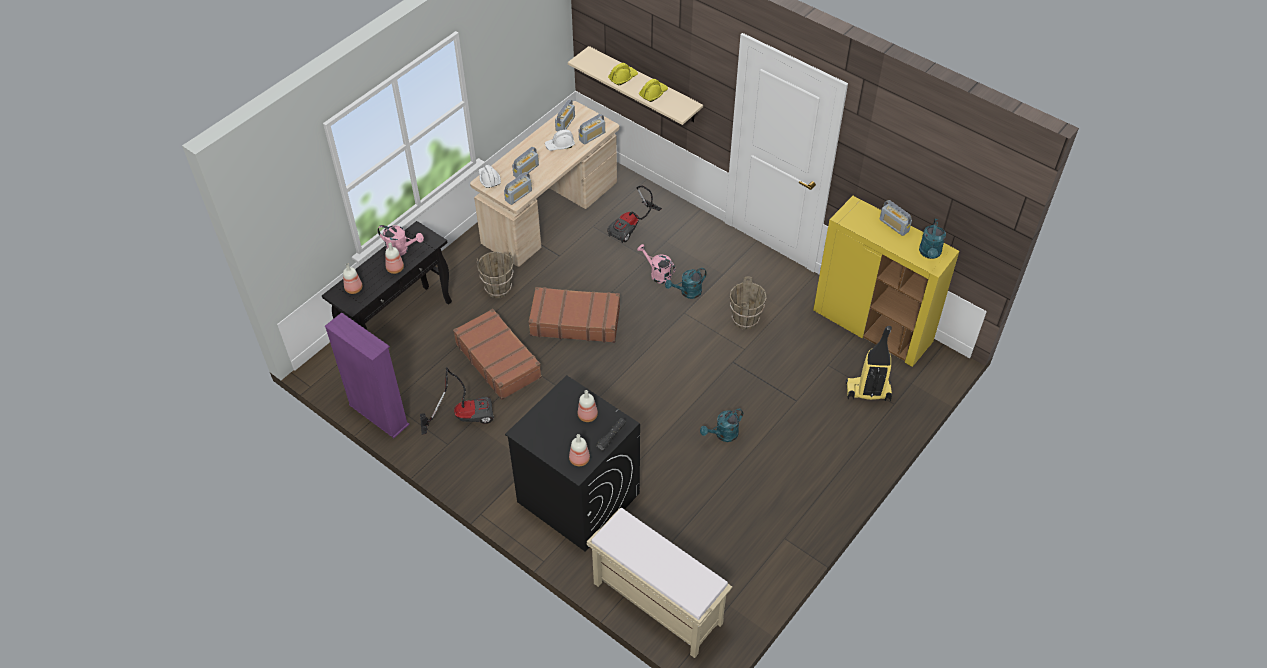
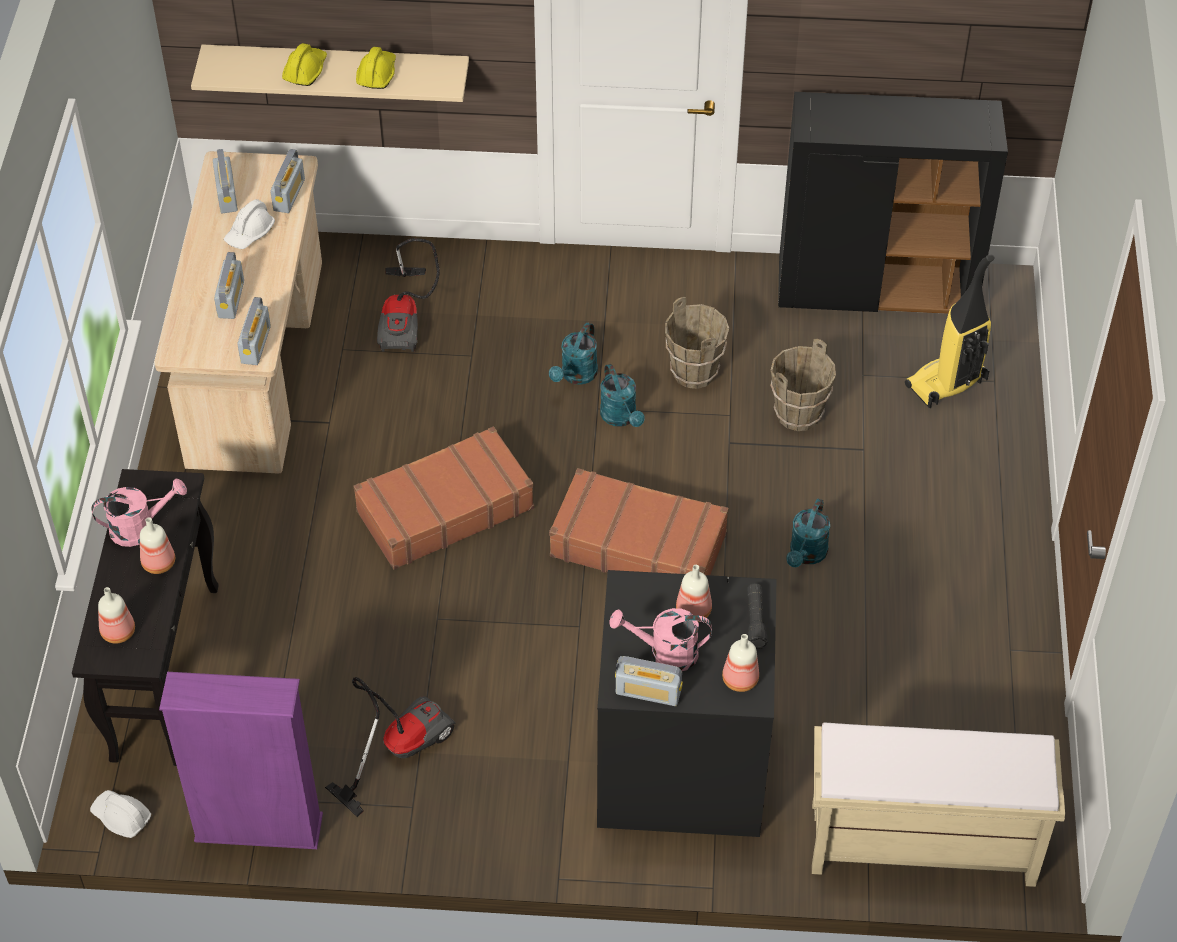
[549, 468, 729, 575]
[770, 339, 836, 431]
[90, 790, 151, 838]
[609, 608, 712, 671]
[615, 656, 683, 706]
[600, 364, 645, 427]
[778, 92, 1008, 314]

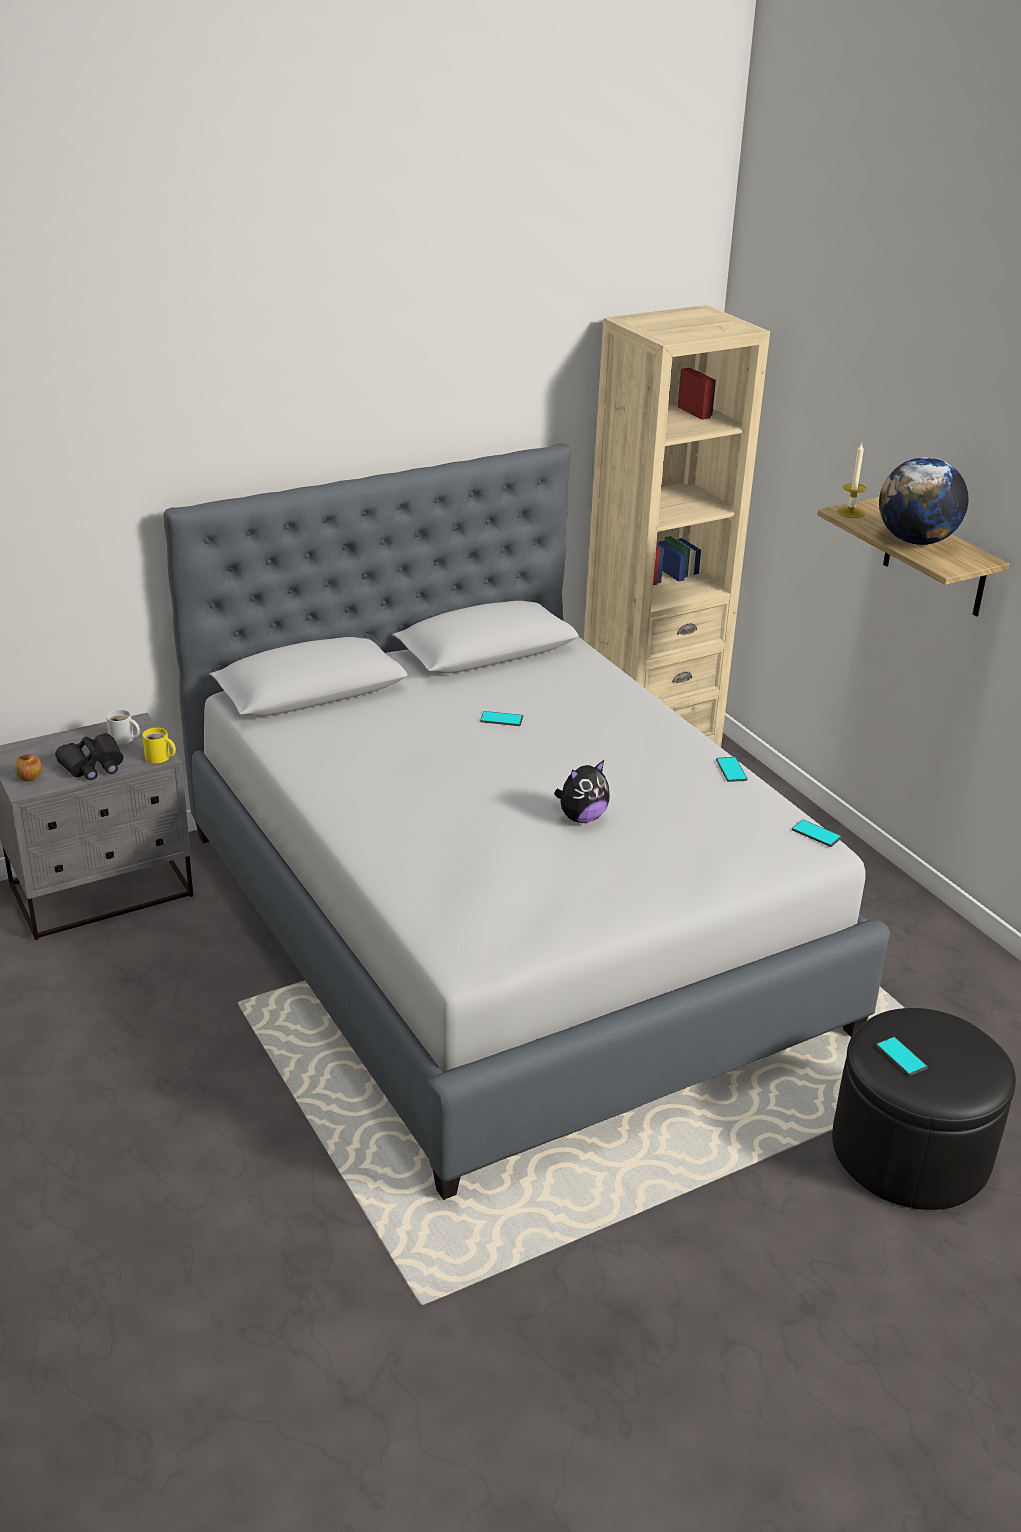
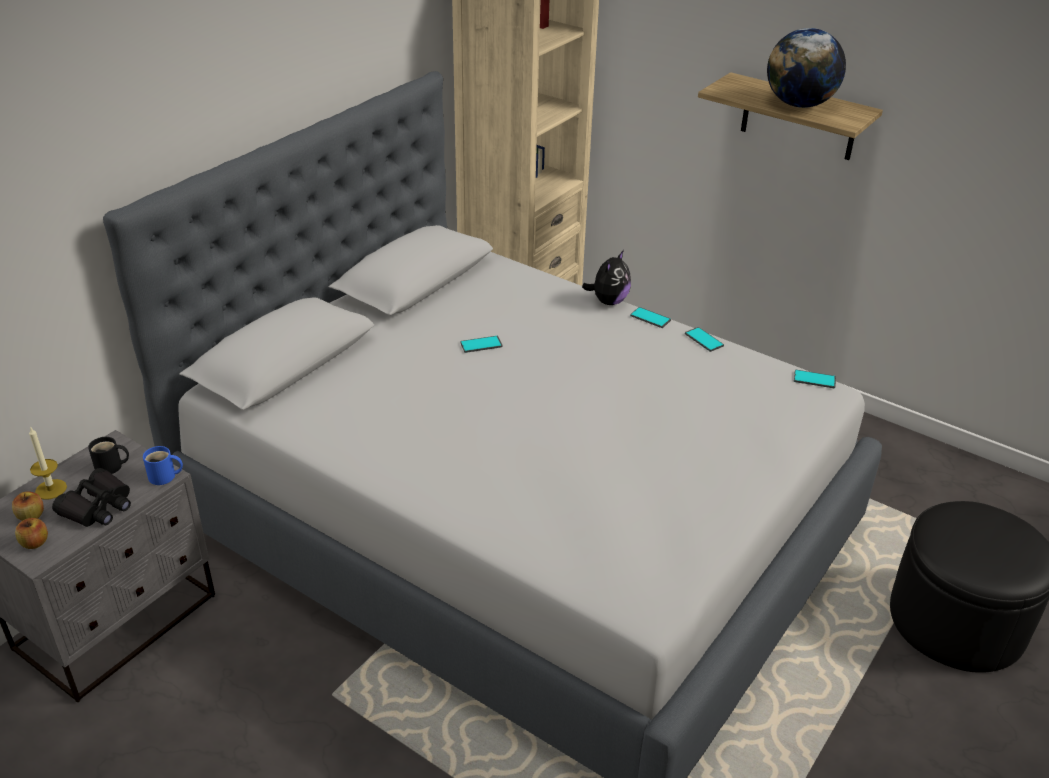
[12, 491, 44, 521]
[582, 250, 631, 305]
[29, 426, 67, 500]
[630, 307, 671, 328]
[88, 437, 129, 474]
[143, 446, 183, 485]

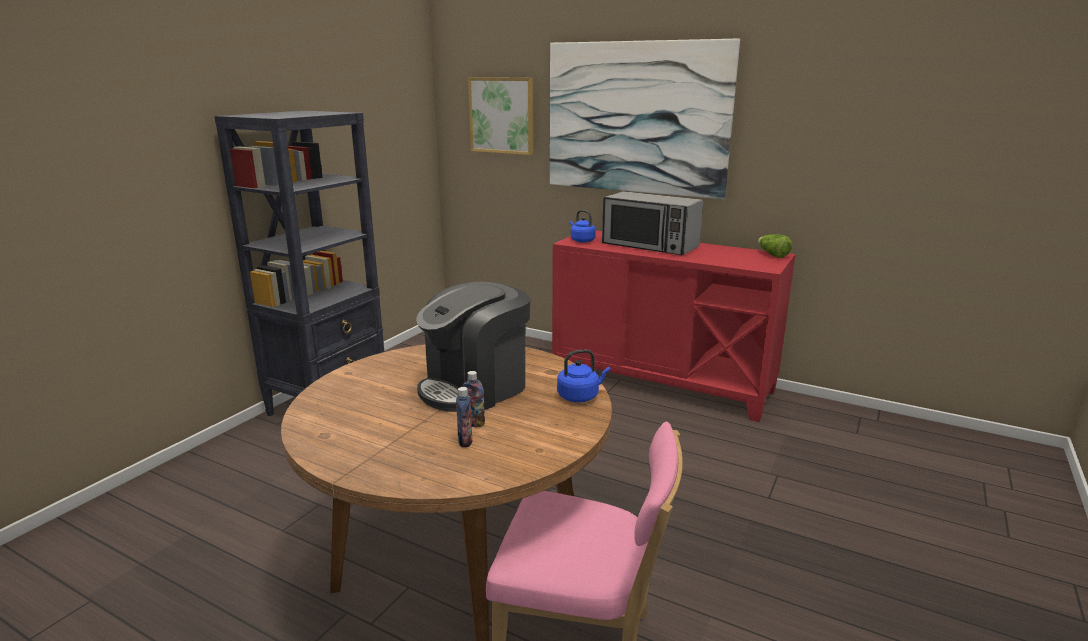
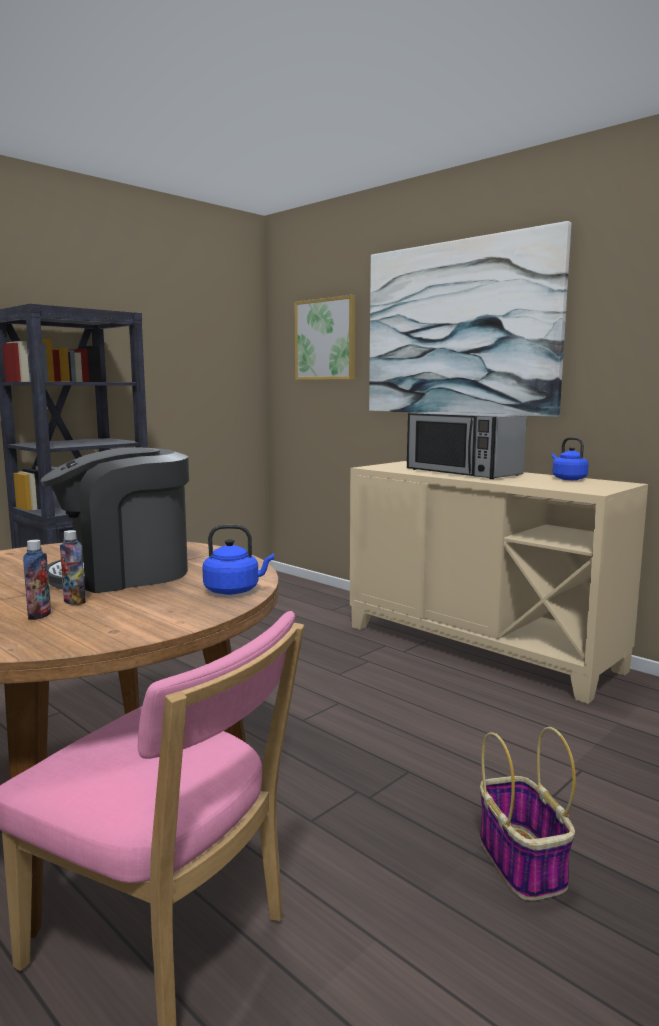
[758, 234, 792, 258] (first image)
[480, 727, 576, 901]
[552, 437, 589, 480]
[350, 461, 648, 704]

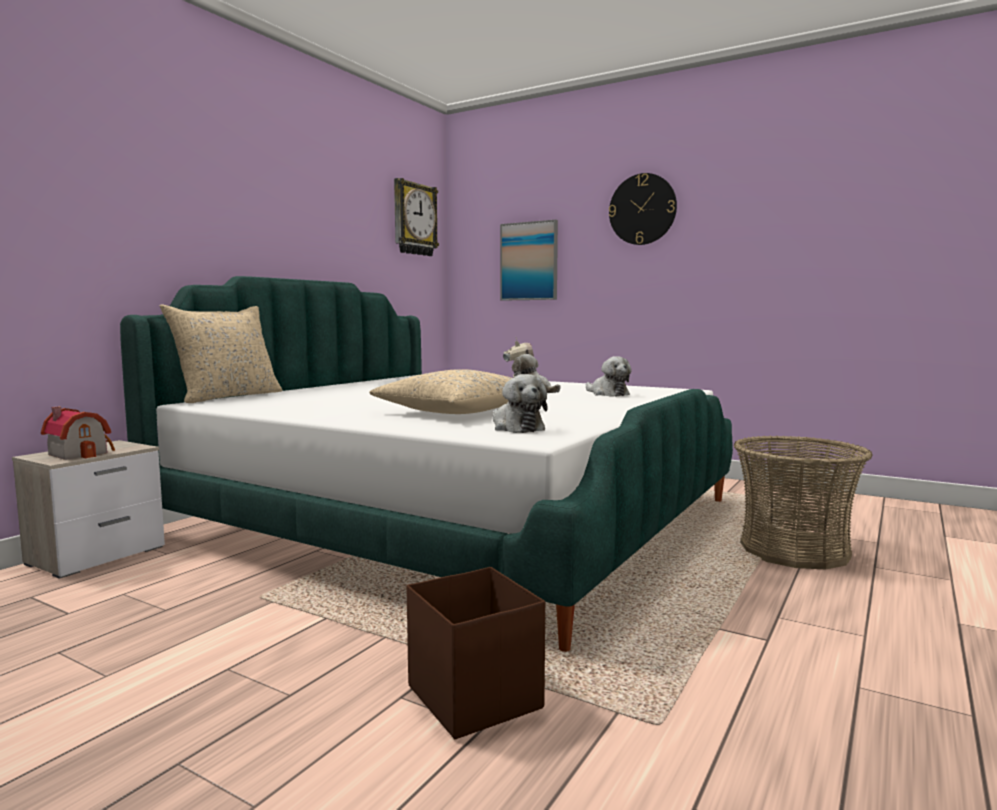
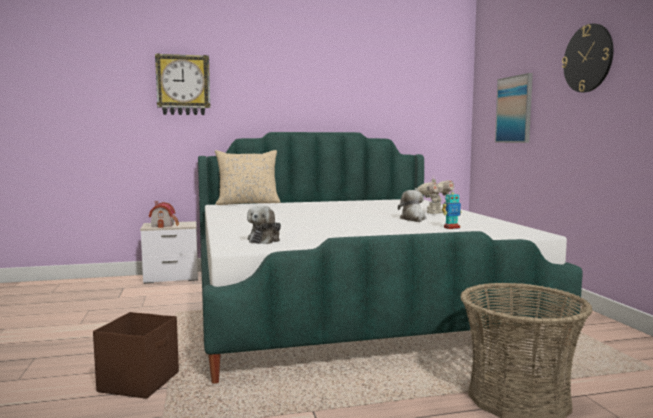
[370, 369, 512, 414] (first image)
[155, 53, 210, 115]
[442, 189, 462, 229]

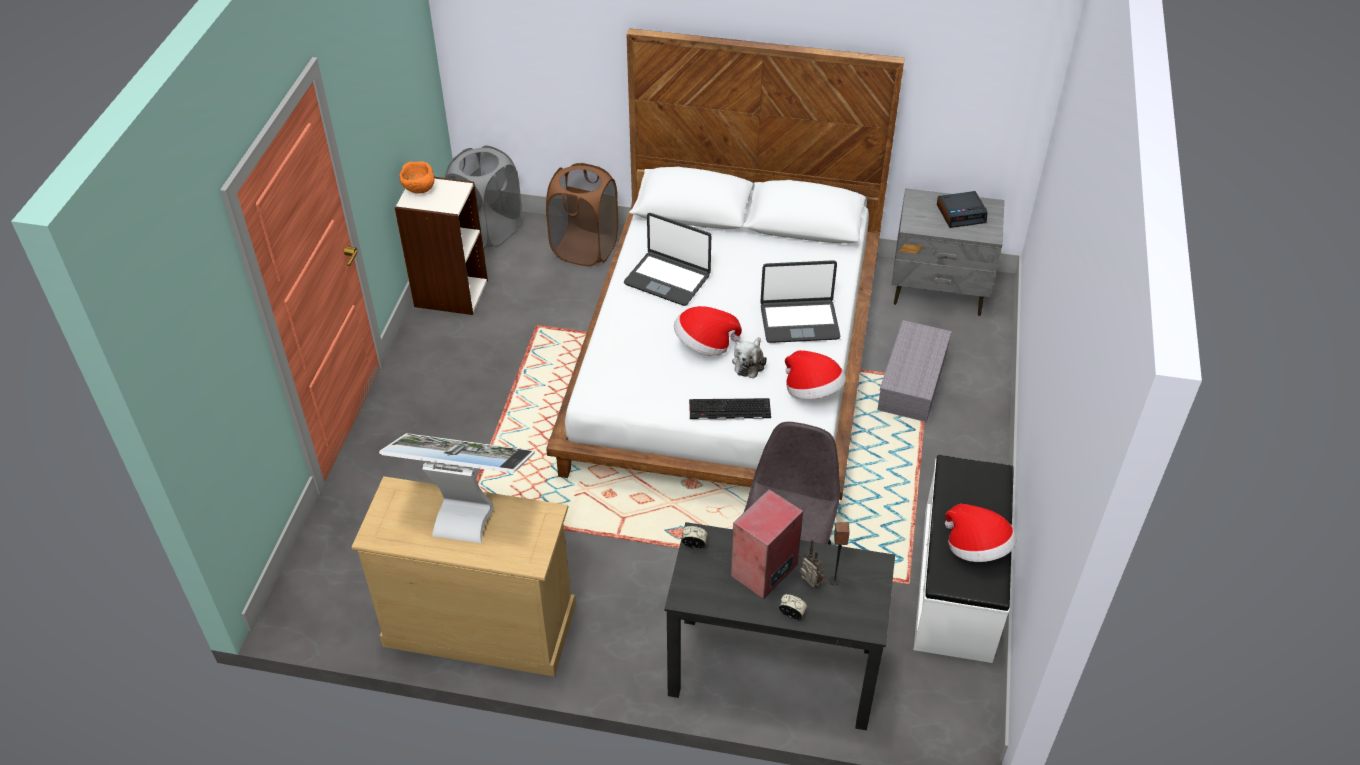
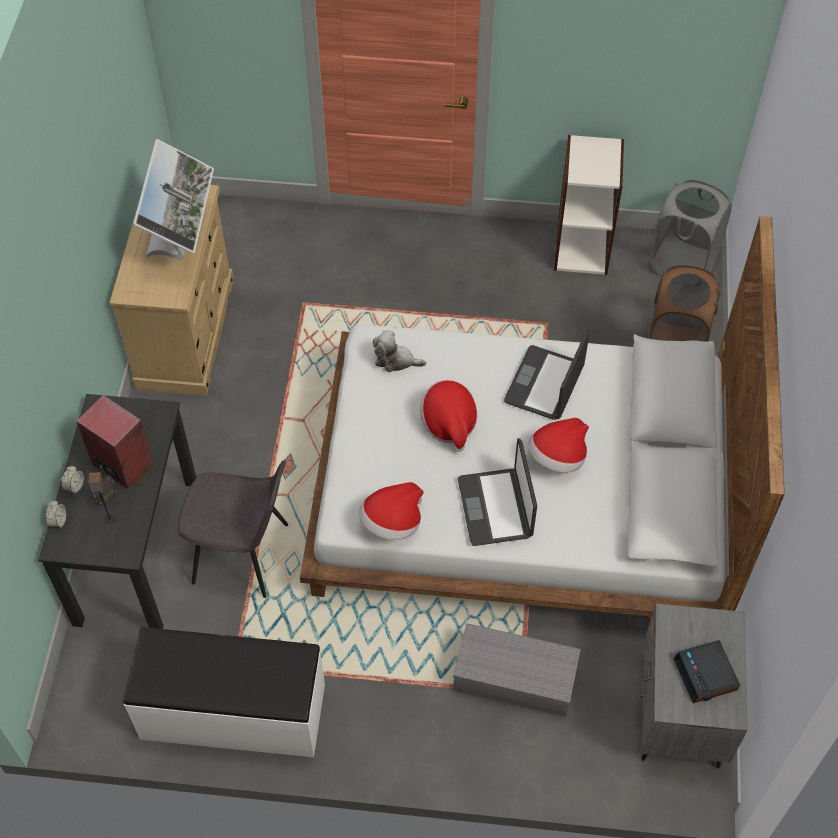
[399, 162, 434, 194] (first image)
[689, 398, 771, 420] (first image)
[45, 501, 66, 528]
[373, 330, 427, 372]
[528, 418, 589, 473]

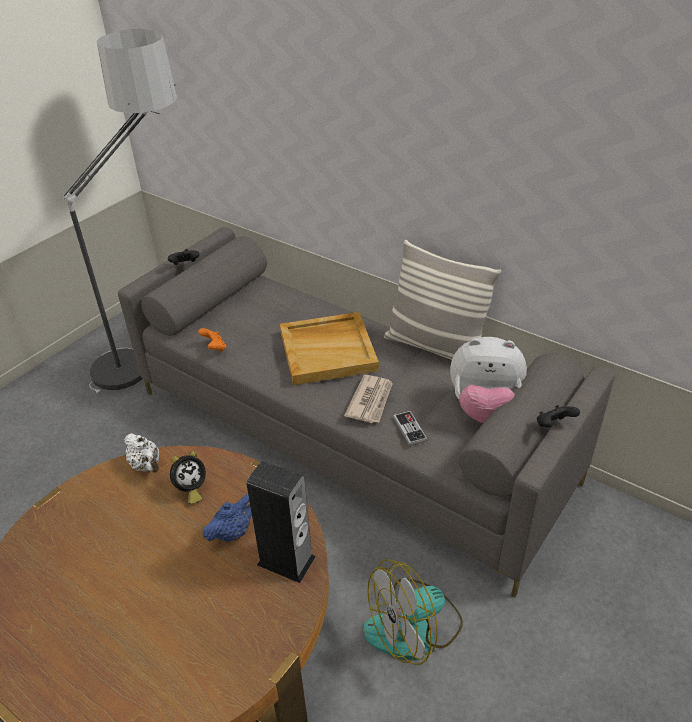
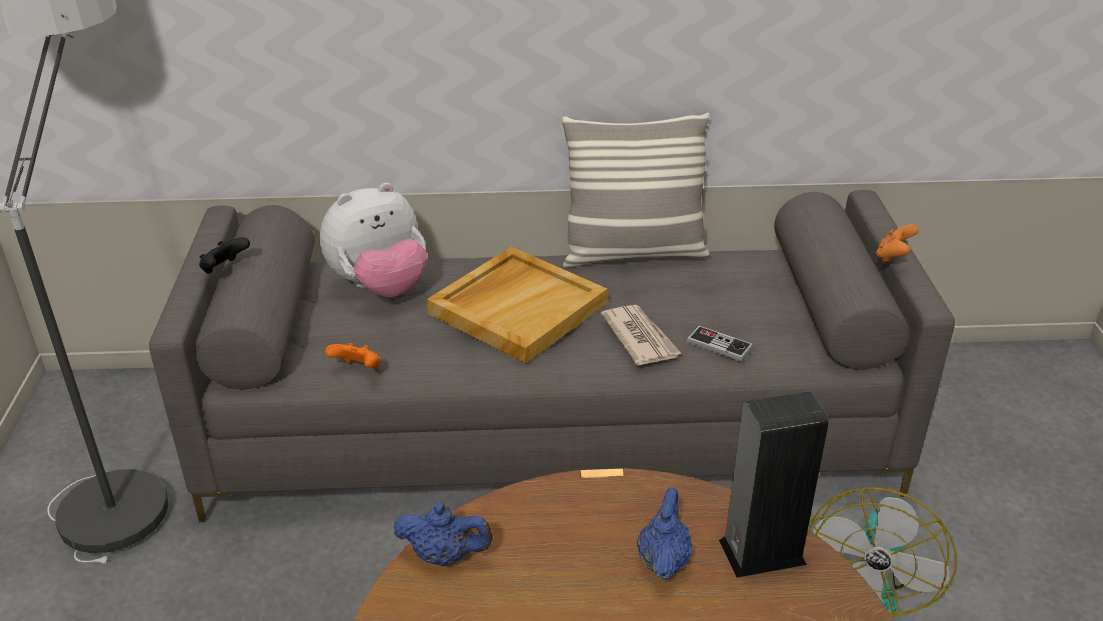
[170, 451, 206, 504] (first image)
[320, 183, 427, 297]
[393, 503, 493, 566]
[876, 224, 919, 262]

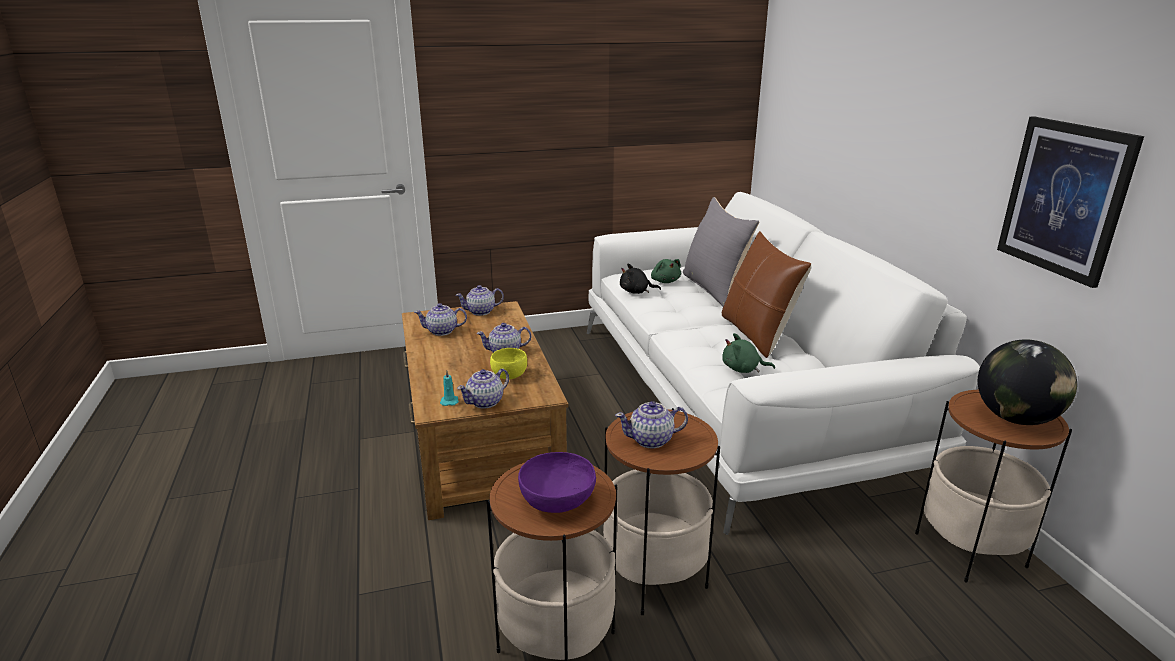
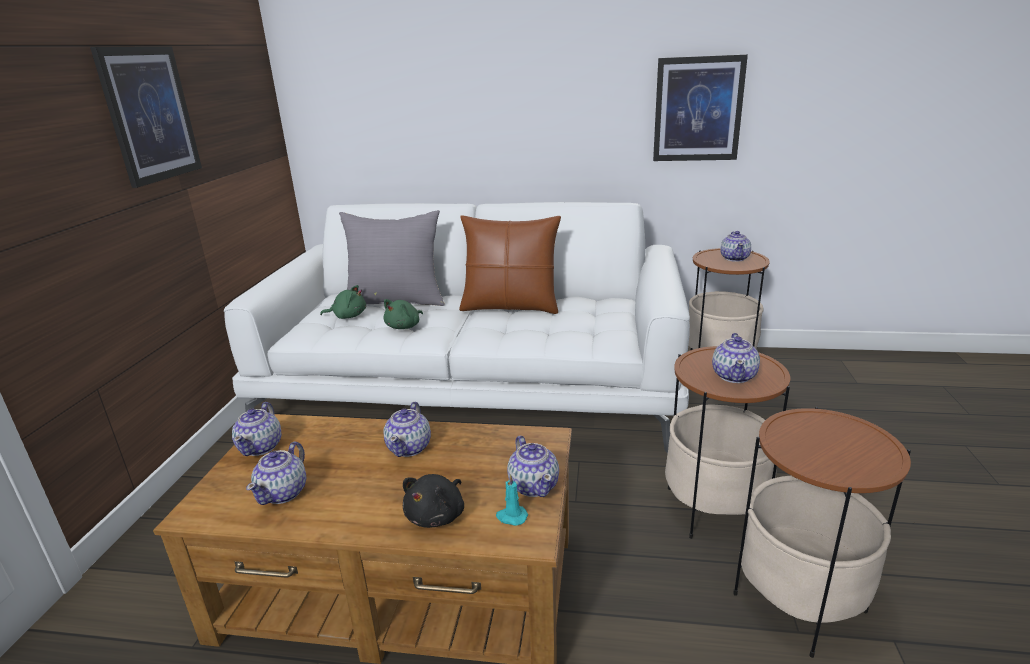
[490, 348, 527, 379] (first image)
[518, 452, 596, 513] (first image)
[90, 46, 202, 188]
[403, 474, 464, 528]
[384, 299, 423, 329]
[720, 231, 751, 262]

